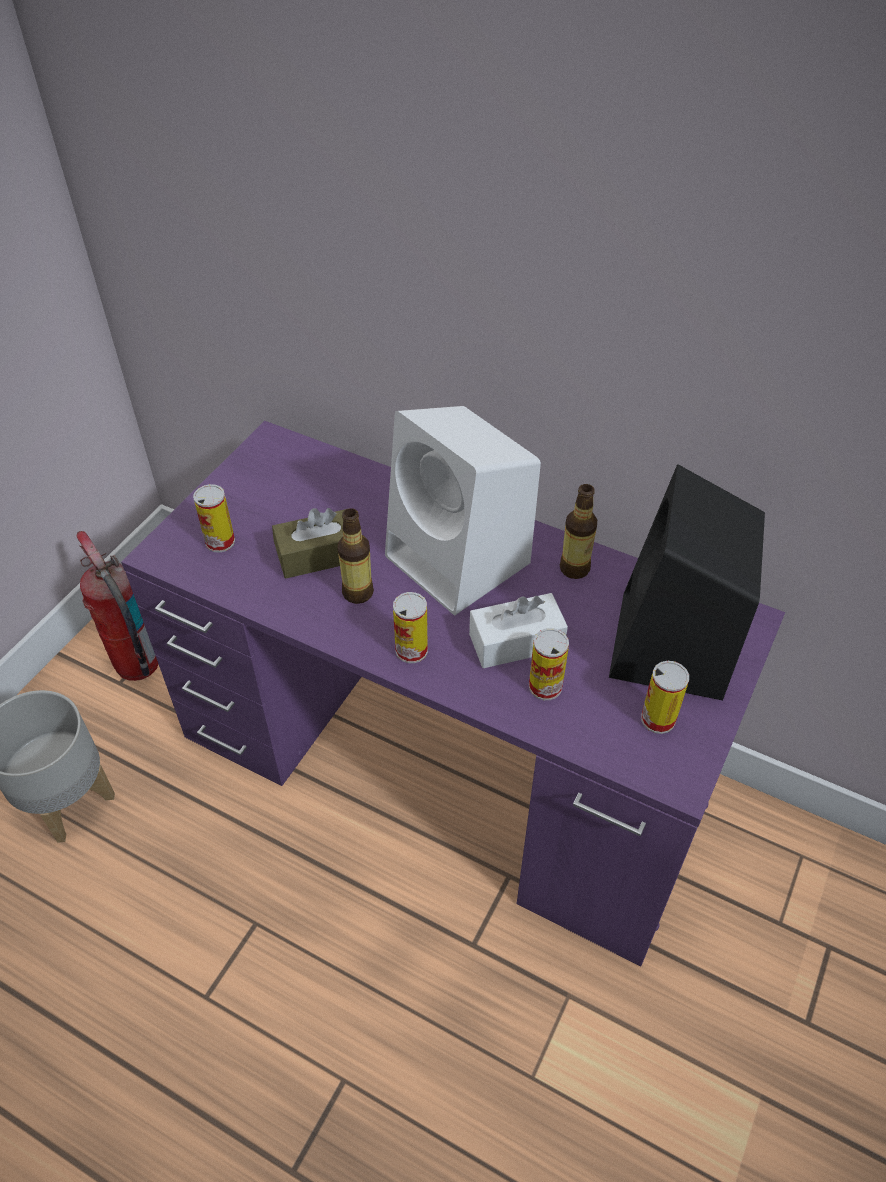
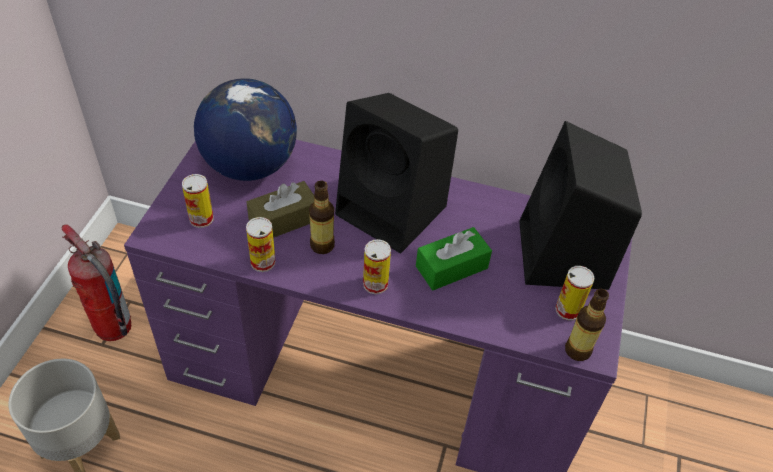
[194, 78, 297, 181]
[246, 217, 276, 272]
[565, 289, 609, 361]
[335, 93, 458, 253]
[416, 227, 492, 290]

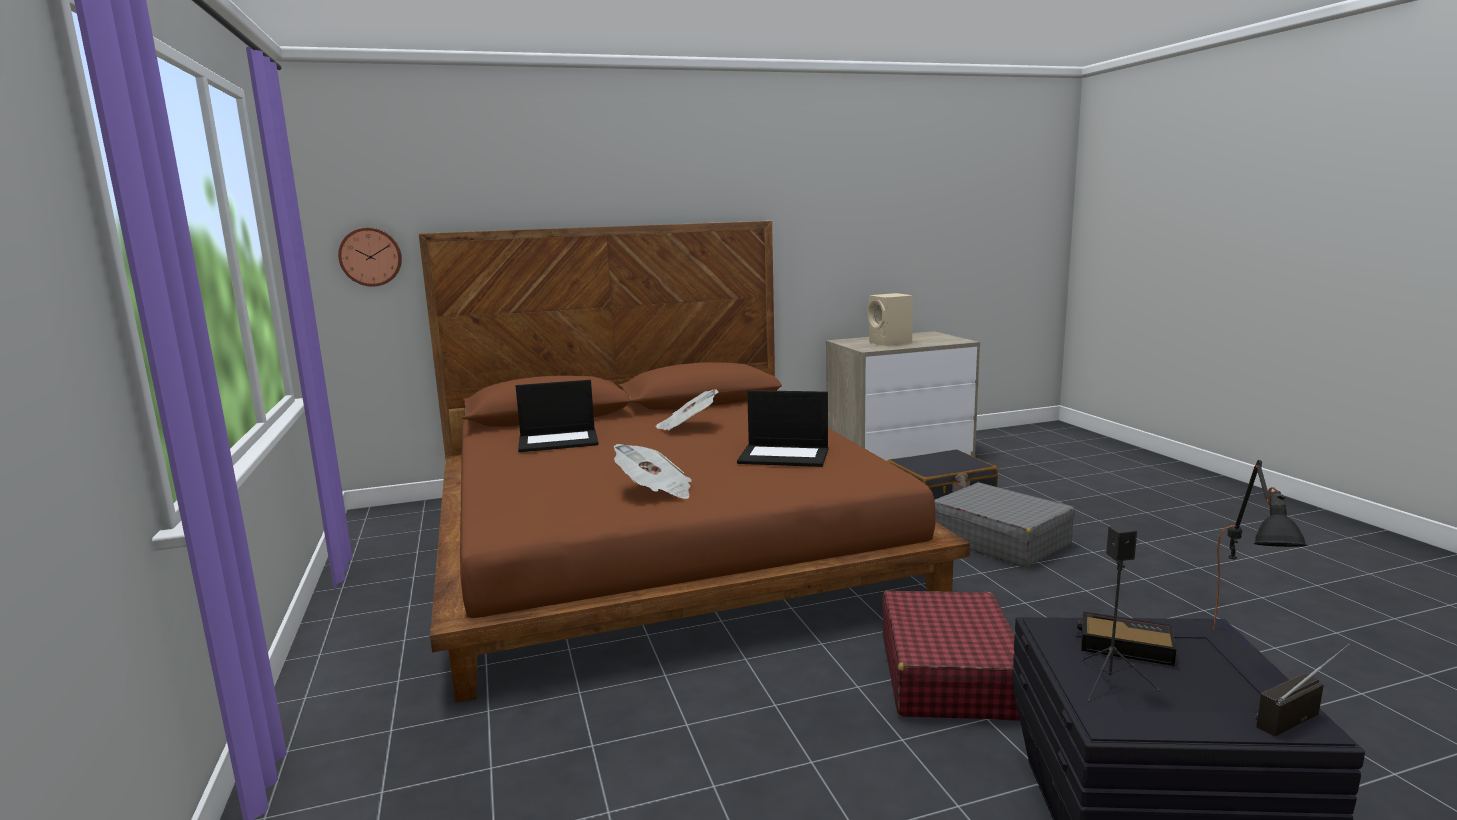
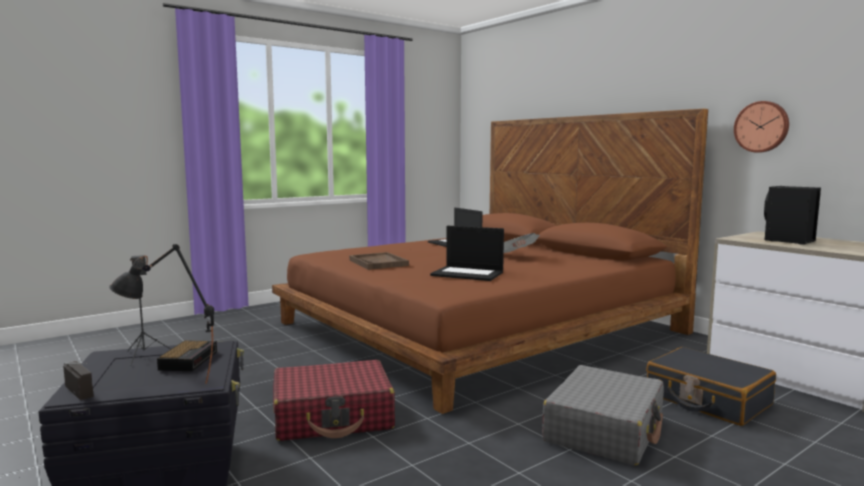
[734, 101, 789, 153]
[349, 252, 409, 270]
[764, 186, 821, 245]
[430, 226, 504, 281]

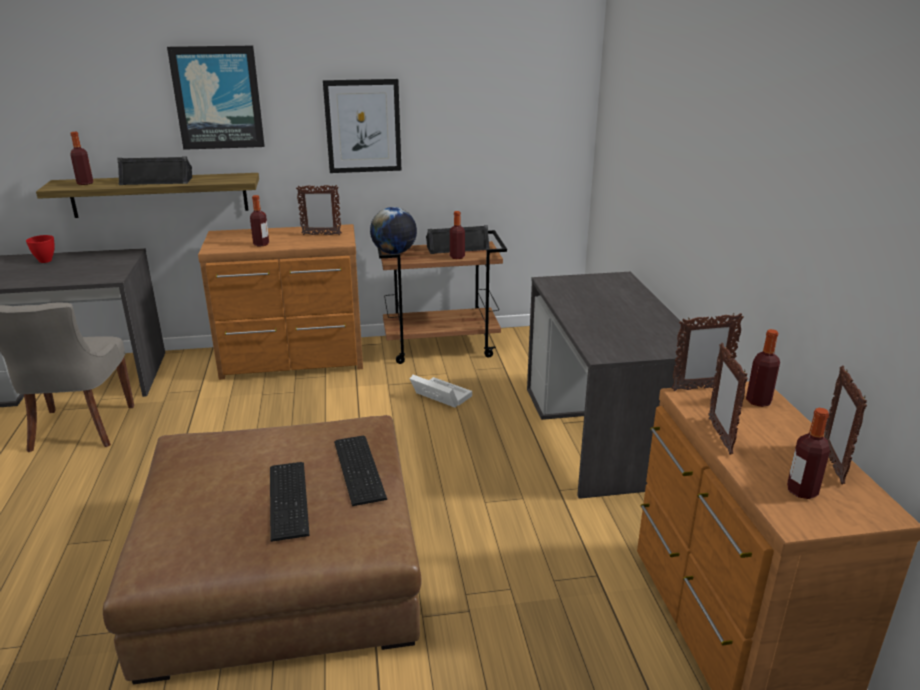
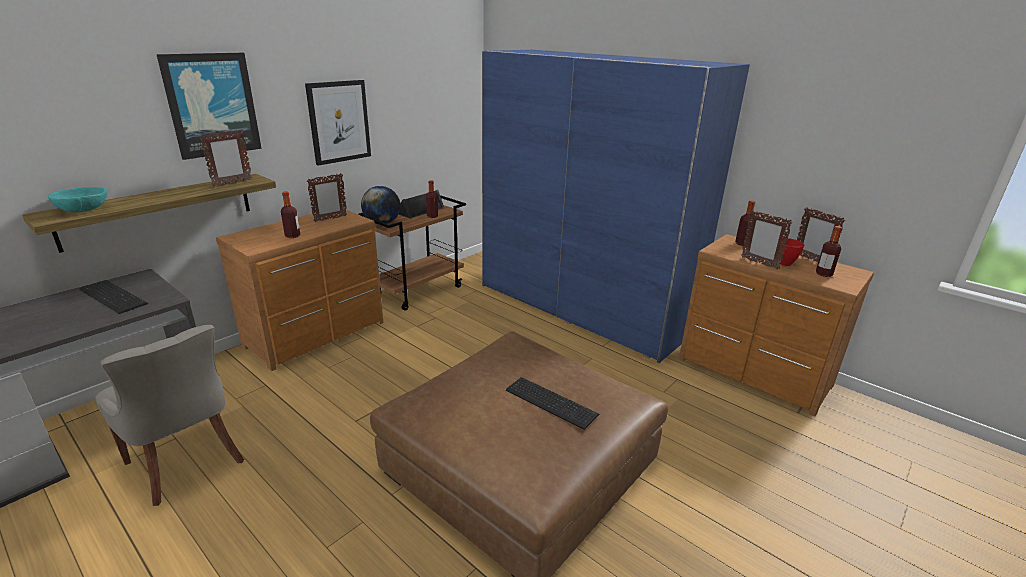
[118, 157, 192, 185] (first image)
[410, 375, 472, 408] (first image)
[778, 238, 804, 266]
[79, 280, 148, 314]
[200, 129, 252, 187]
[48, 187, 107, 213]
[482, 50, 750, 363]

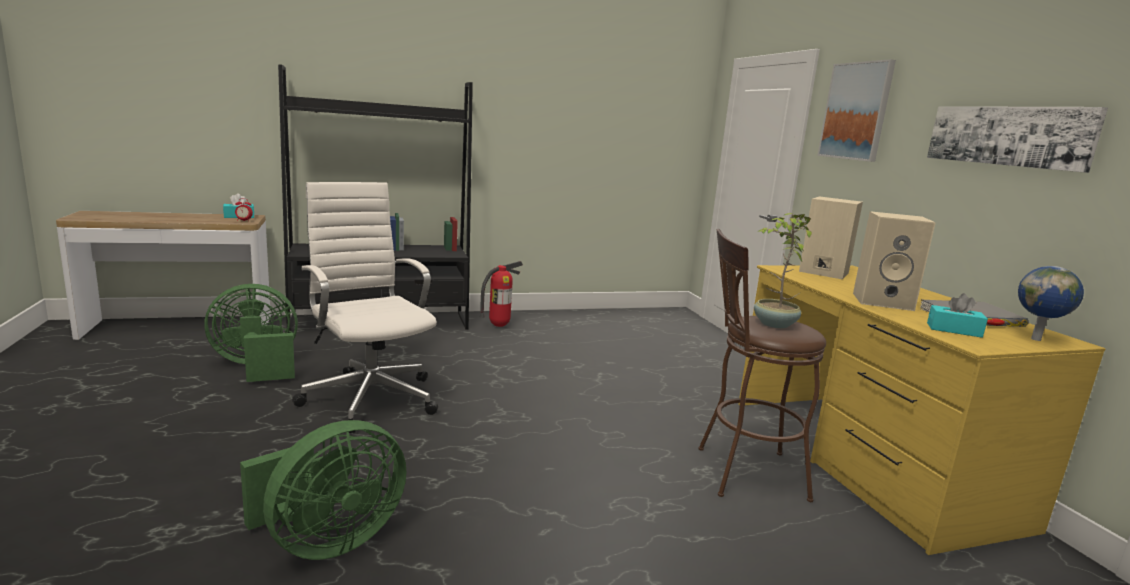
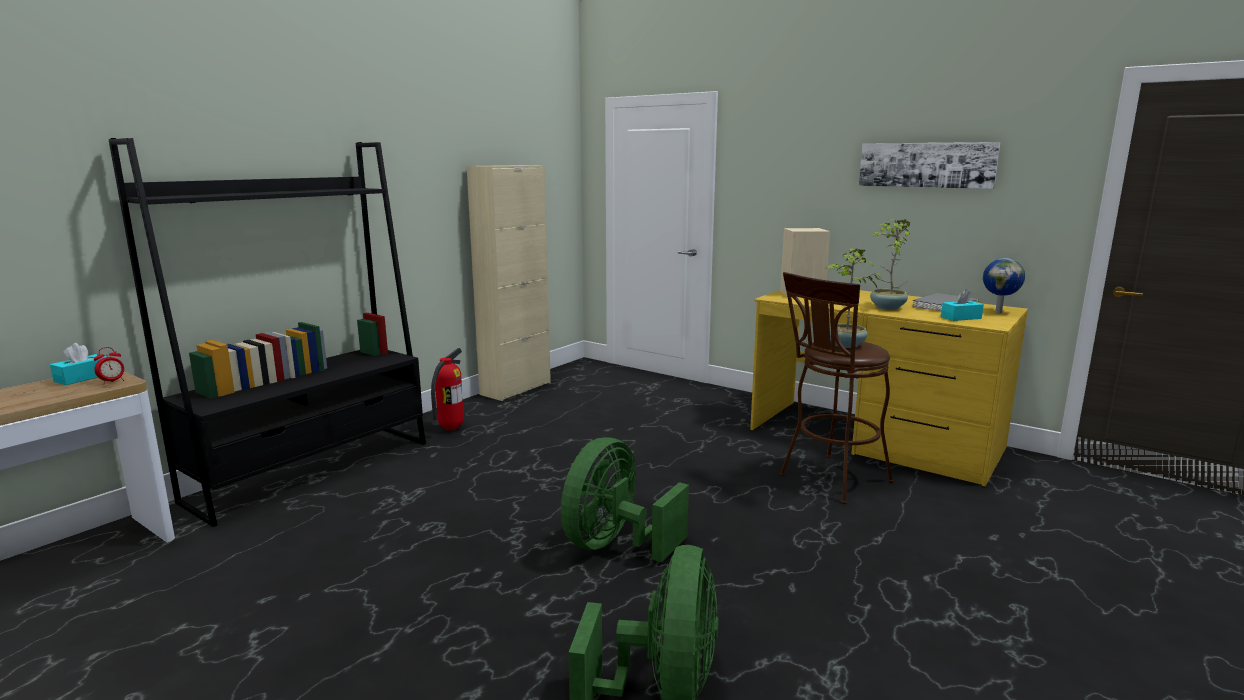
[292, 182, 438, 433] (first image)
[817, 59, 896, 162] (first image)
[467, 165, 551, 401]
[561, 437, 689, 563]
[870, 219, 910, 310]

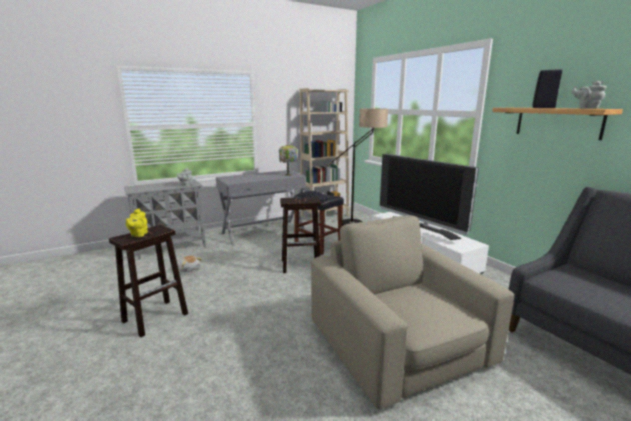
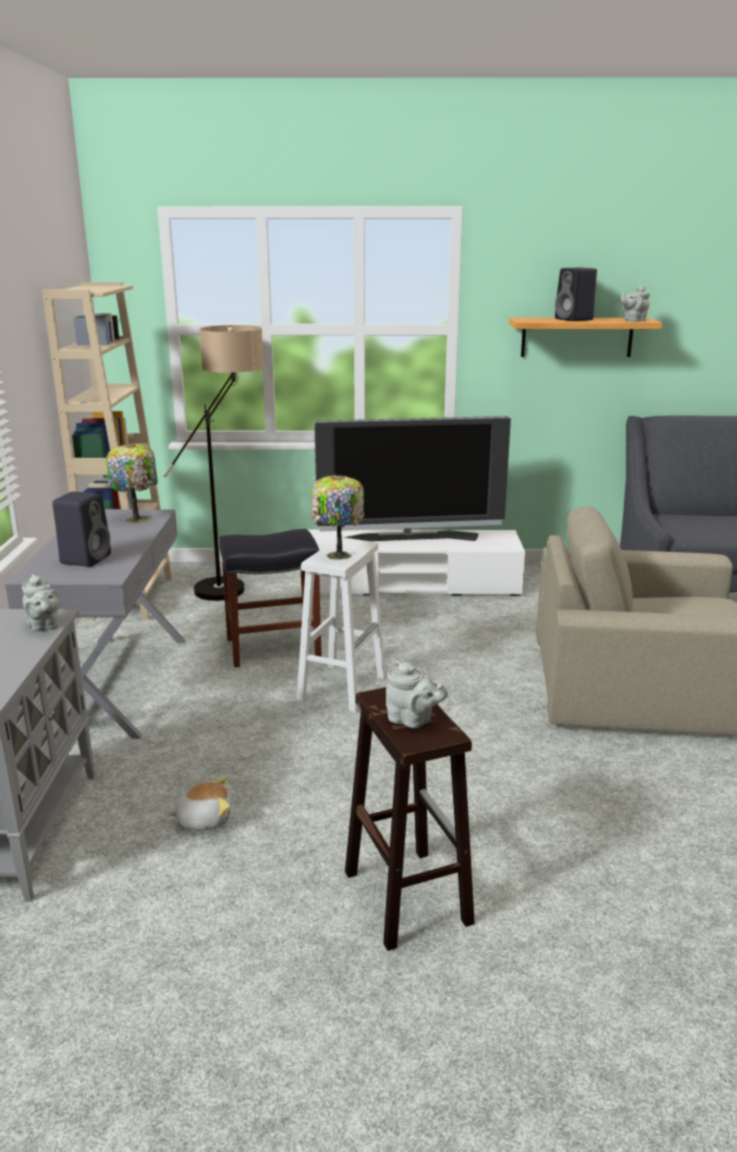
[52, 491, 111, 567]
[311, 475, 364, 560]
[386, 661, 448, 728]
[297, 537, 386, 713]

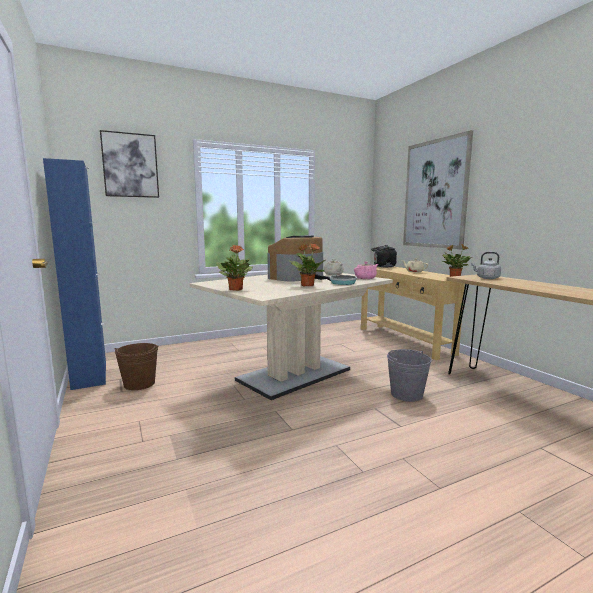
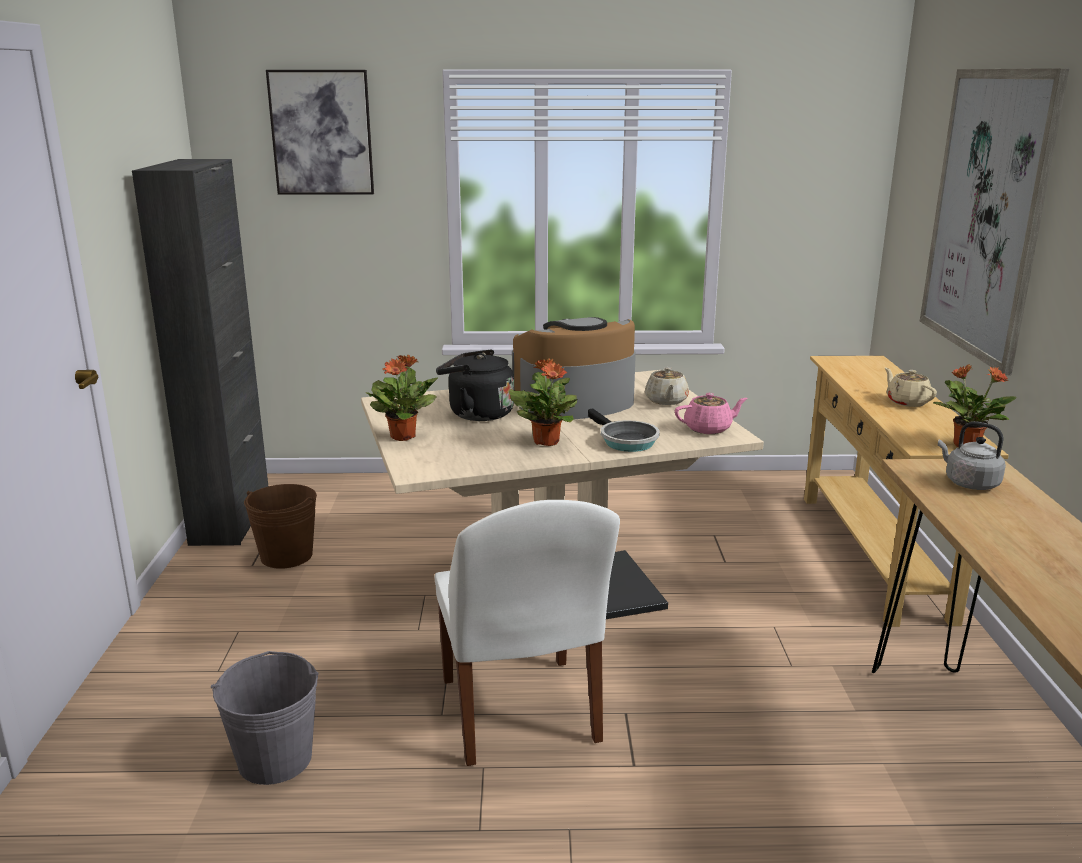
[435, 500, 620, 766]
[436, 349, 514, 421]
[211, 651, 318, 785]
[132, 159, 268, 546]

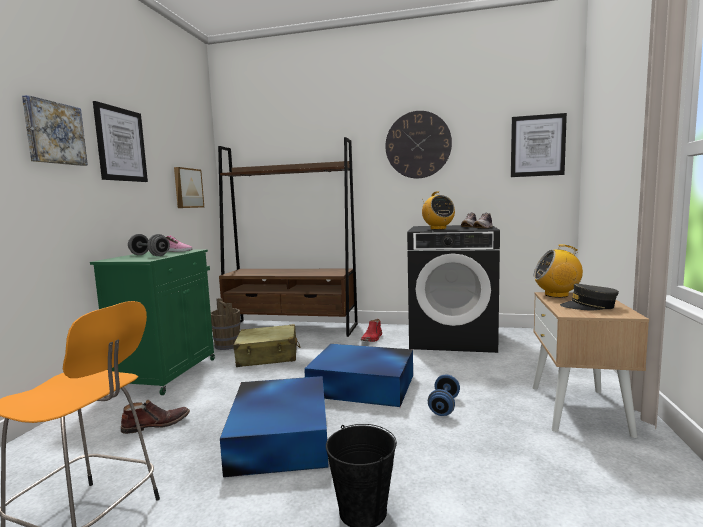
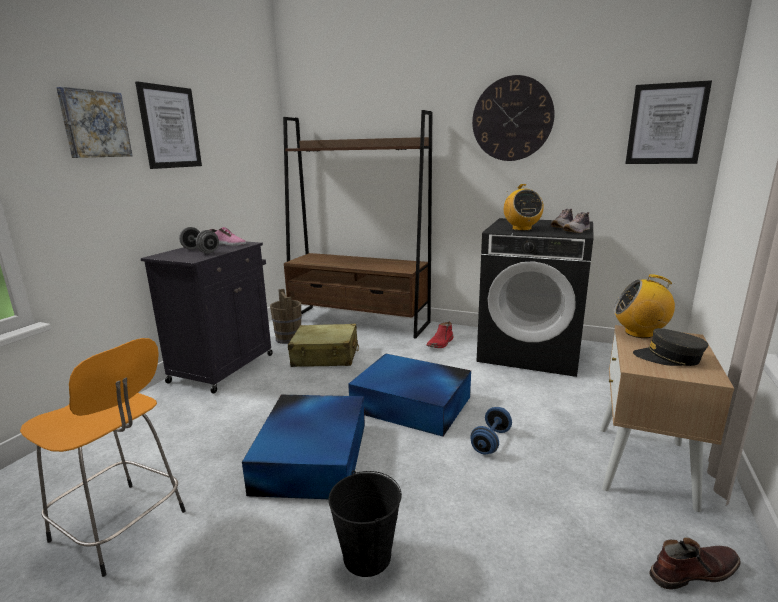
[174, 167, 204, 208] (first image)
[649, 537, 741, 589]
[140, 242, 273, 393]

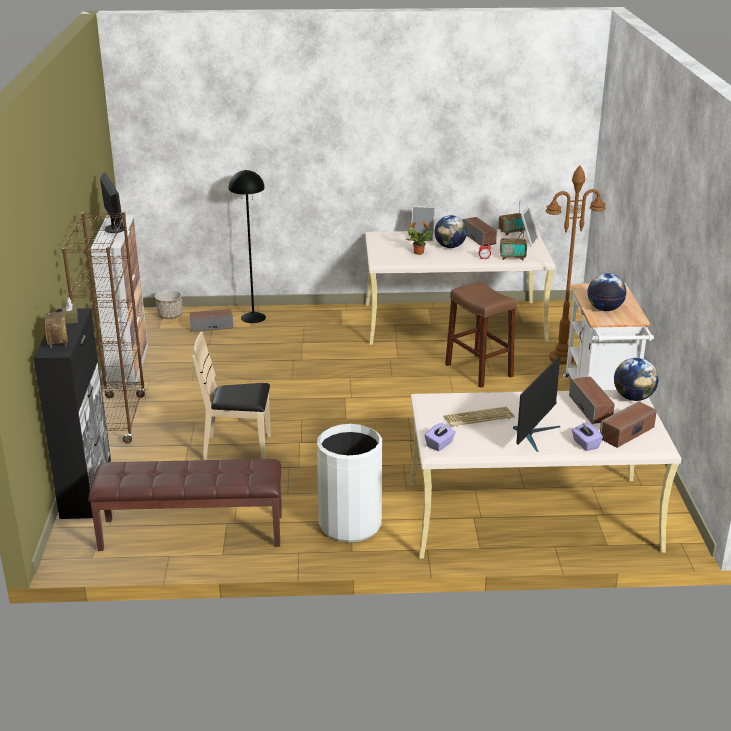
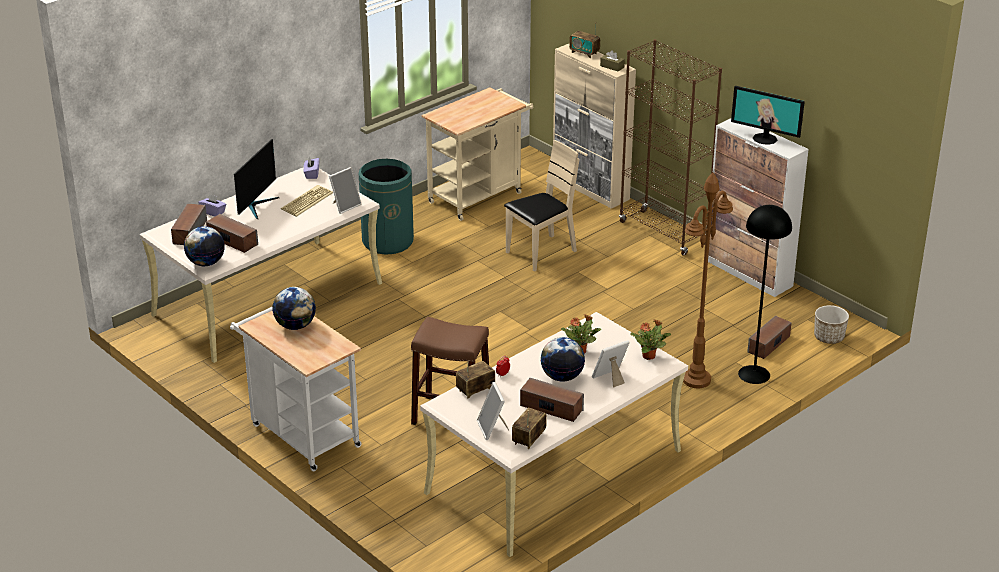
[329, 167, 362, 214]
[631, 319, 671, 360]
[683, 172, 733, 388]
[422, 87, 533, 221]
[553, 44, 636, 209]
[359, 159, 414, 255]
[234, 139, 279, 219]

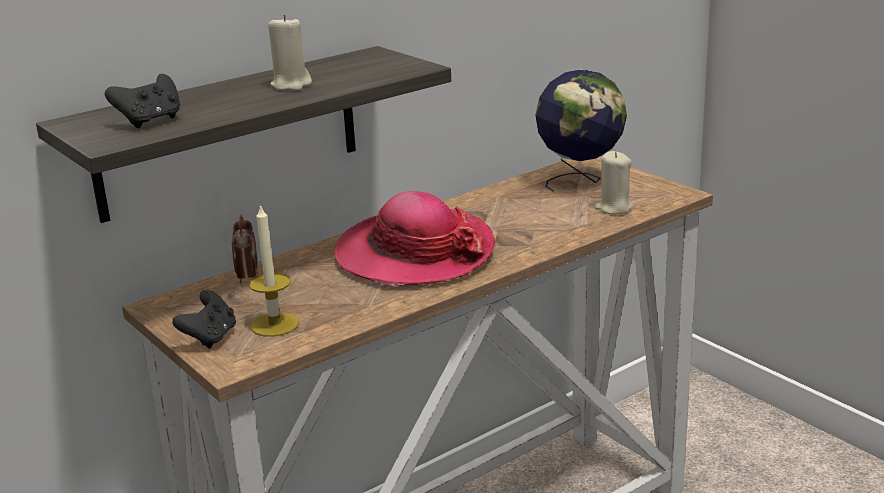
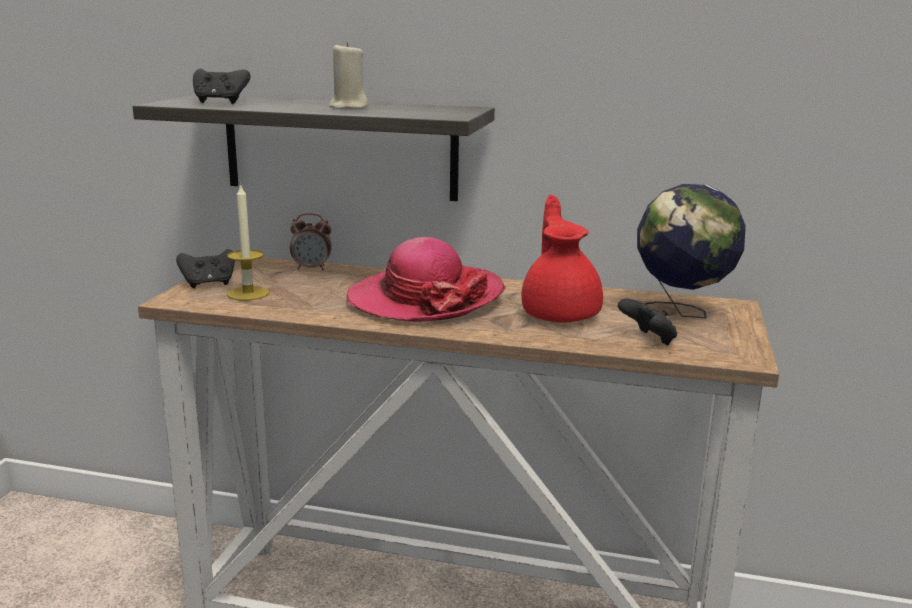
[521, 195, 603, 323]
[618, 299, 677, 345]
[290, 213, 331, 270]

